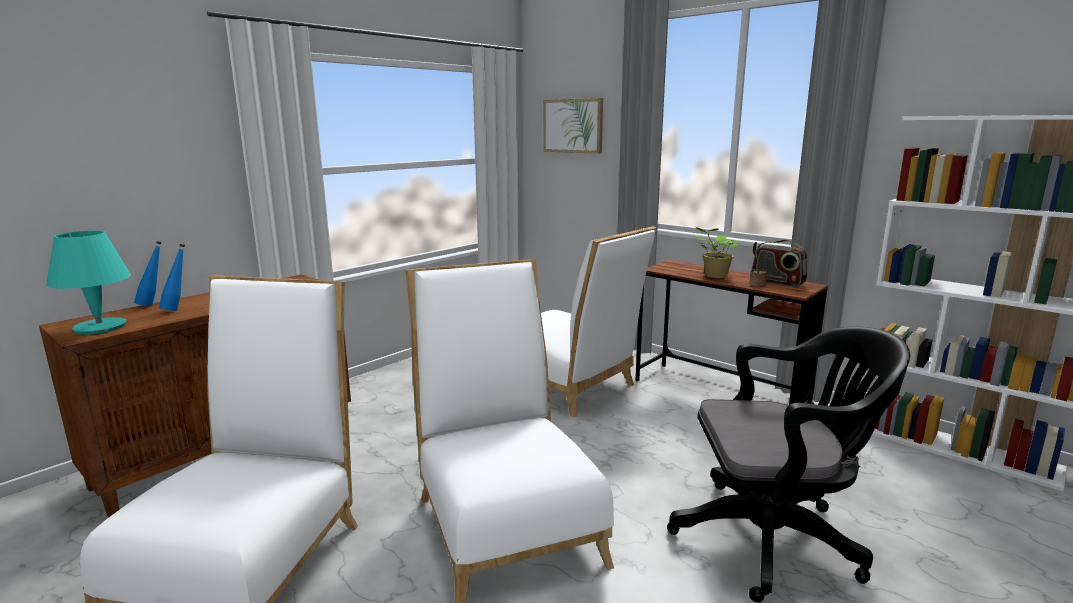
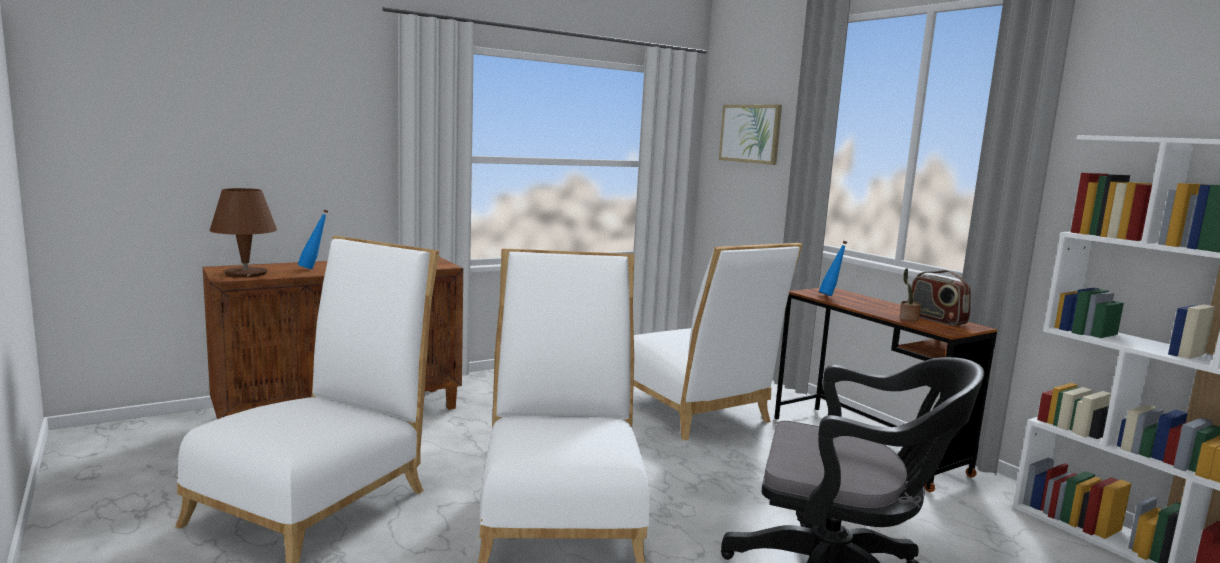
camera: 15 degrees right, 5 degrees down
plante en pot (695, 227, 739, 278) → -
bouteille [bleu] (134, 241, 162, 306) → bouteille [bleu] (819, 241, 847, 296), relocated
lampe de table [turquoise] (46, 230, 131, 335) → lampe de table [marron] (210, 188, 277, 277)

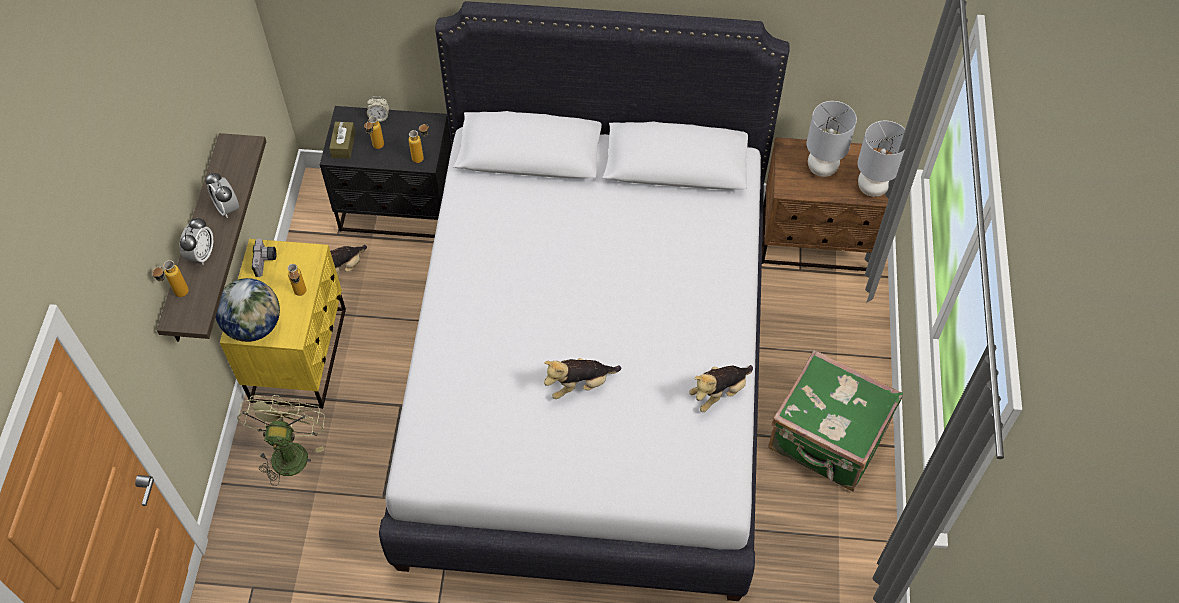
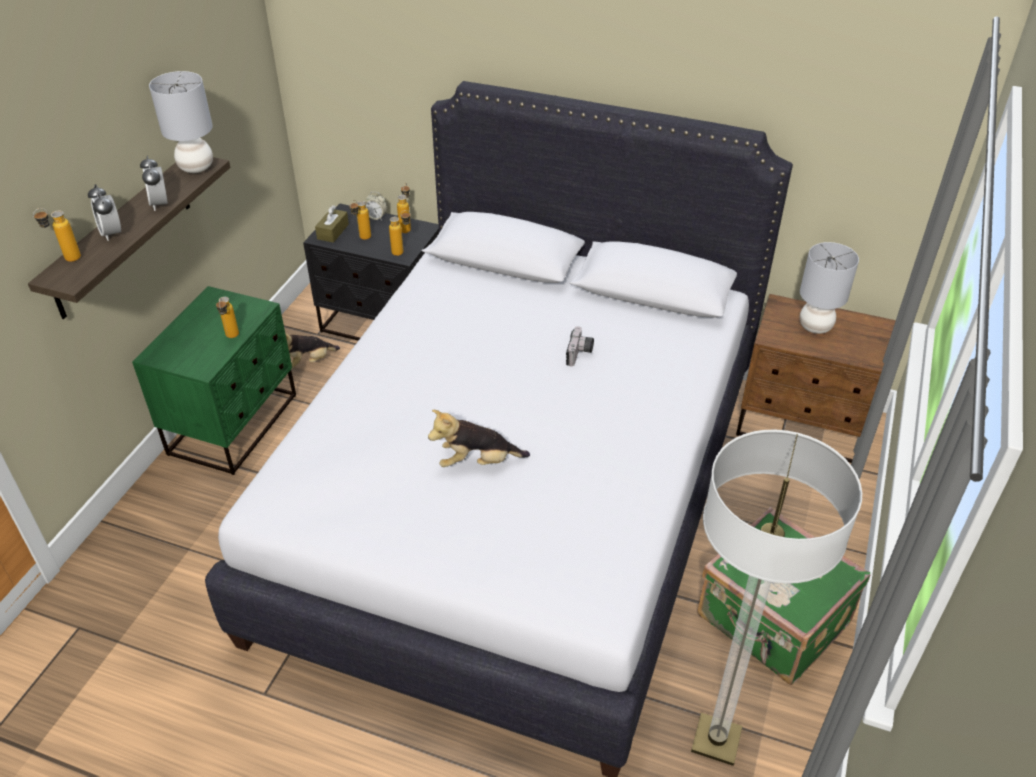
camera: 15 degrees right, 15 degrees down
globe (215, 278, 280, 342) → -
ventilateur [vert] (237, 395, 325, 486) → -
peluche (689, 365, 753, 412) → -
- → bouteille (397, 183, 411, 233)
- → lampadaire (691, 430, 862, 766)
appareil photo (252, 238, 276, 277) → appareil photo (566, 326, 594, 366), relocated
lampe de table [gris] (858, 121, 905, 197) → lampe de table [gris] (149, 71, 213, 173), relocated
table de chevet [jaune] (220, 239, 346, 409) → table de chevet [vert] (132, 286, 296, 475)
réveil (180, 217, 213, 265) → réveil (88, 184, 121, 241), 120 degrees clockwise

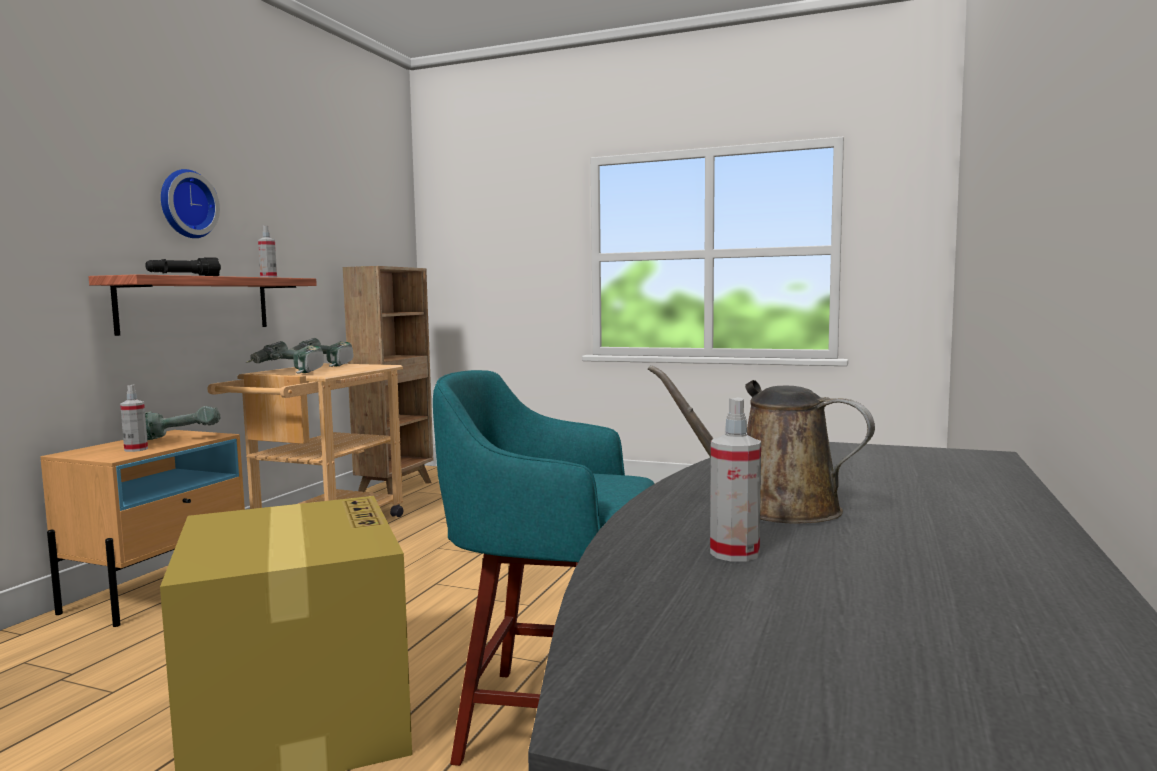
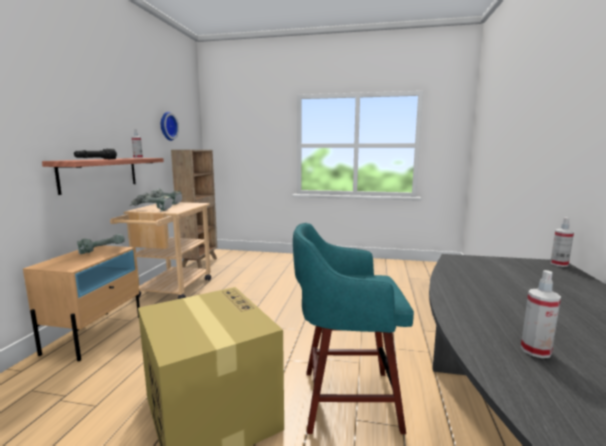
camera: 10 degrees left, 5 degrees up
arrosoir [marron] (648, 365, 875, 523) → -
vaporisateur (120, 384, 148, 452) → vaporisateur (550, 217, 574, 267), relocated
horloge murale (161, 169, 220, 238) → horloge murale (161, 112, 179, 141), relocated

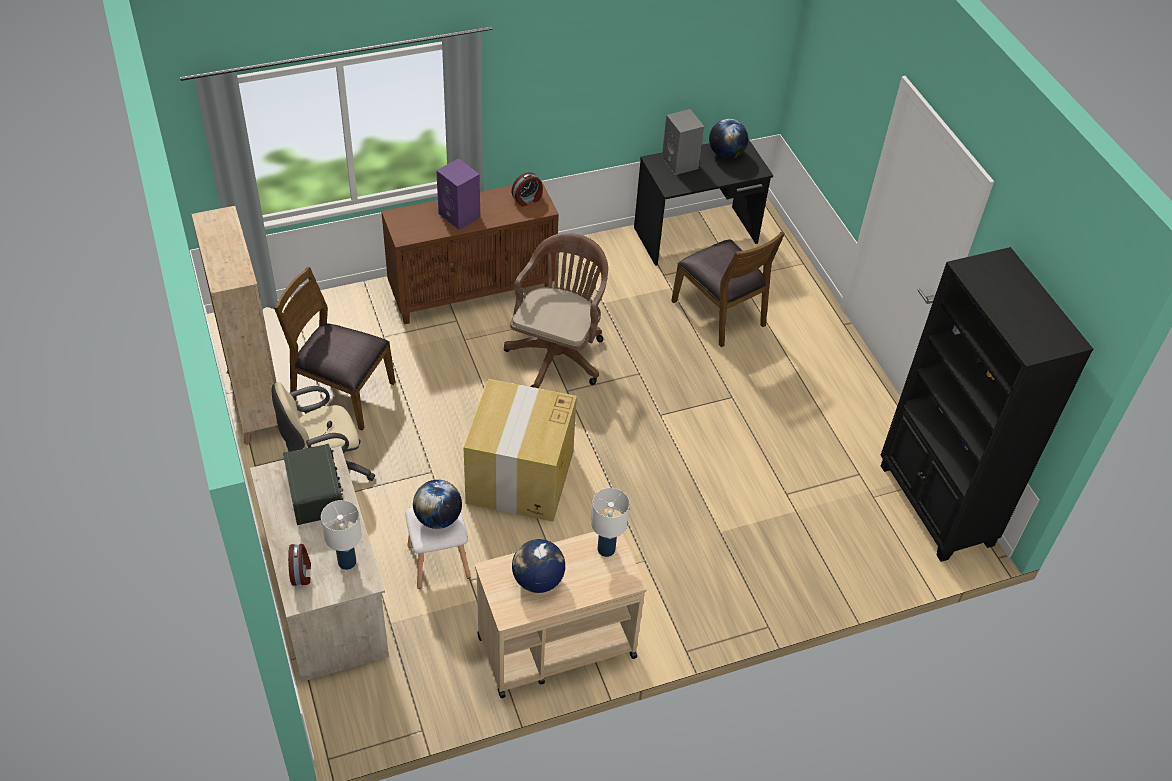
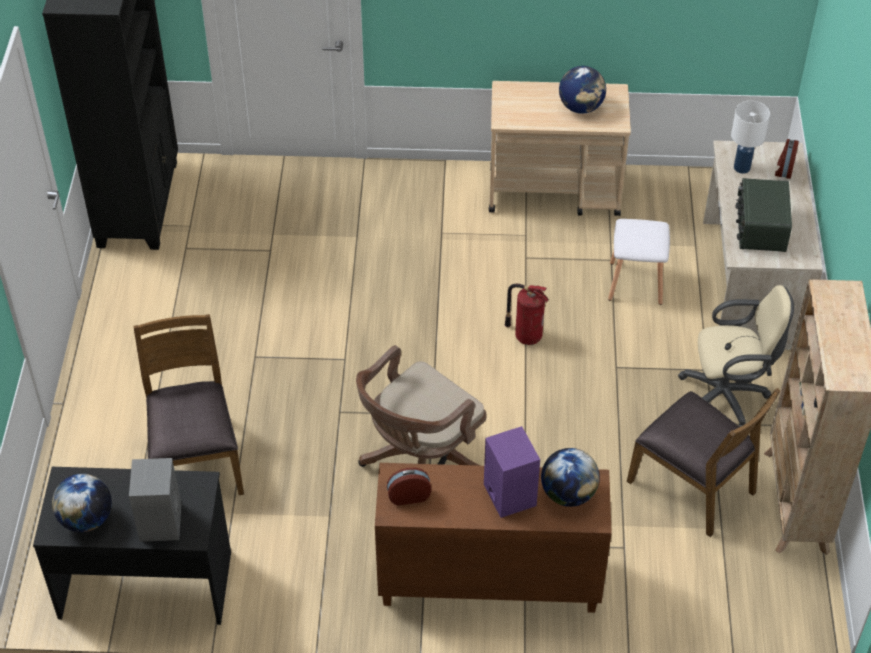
camera: 155 degrees left, 0 degrees up
lampe de table [blanc] (591, 488, 630, 557) → -
globe (413, 480, 462, 529) → globe (541, 448, 600, 507), relocated
carton (463, 379, 577, 522) → extincteur (505, 284, 549, 345)

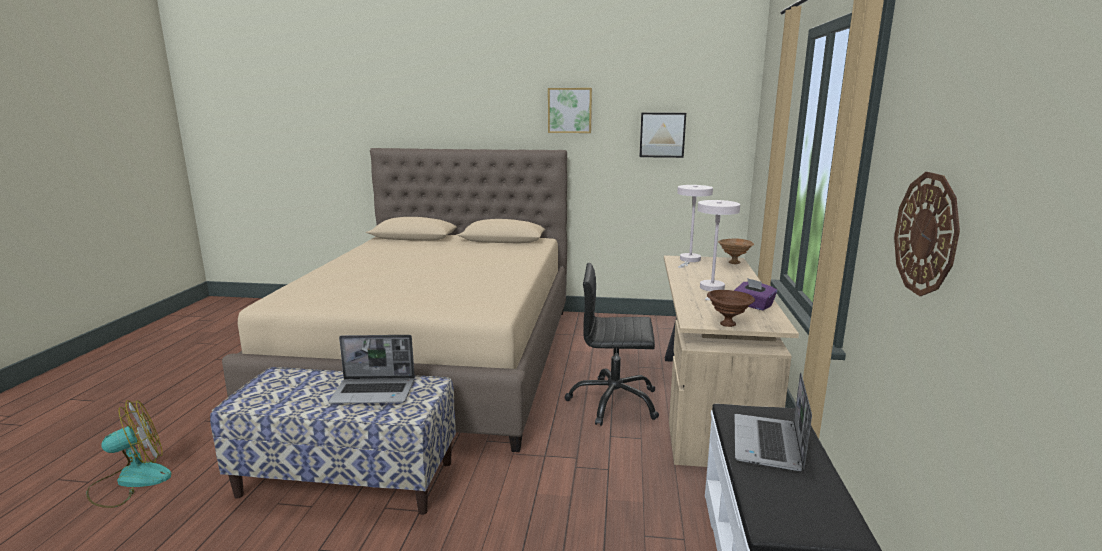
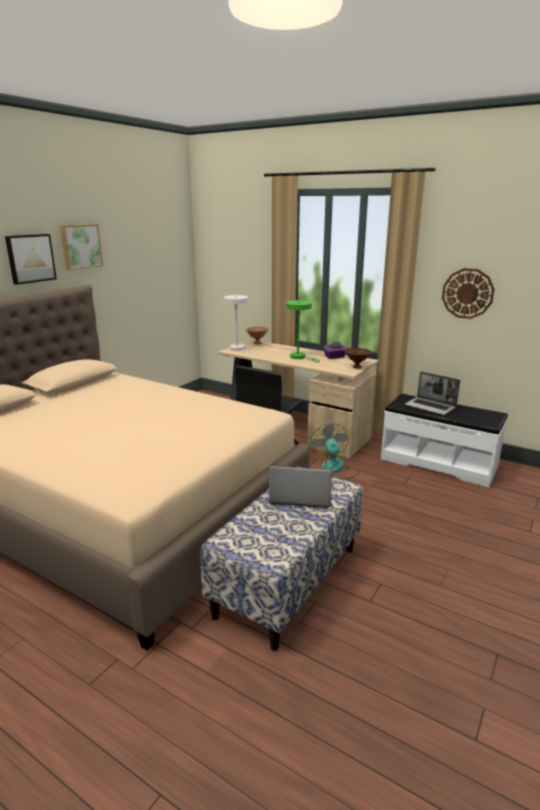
camera: 65 degrees left, 5 degrees up
ventilateur (86, 400, 172, 508) → ventilateur (310, 423, 360, 480), relocated
tableau (639, 113, 686, 158) → tableau (5, 234, 57, 285), relocated
lampe de table [blanc] (698, 200, 740, 300) → lampe de table [vert] (286, 300, 320, 363)
ordinateur portable (328, 335, 415, 404) → ordinateur portable (269, 466, 332, 508), 105 degrees counterclockwise

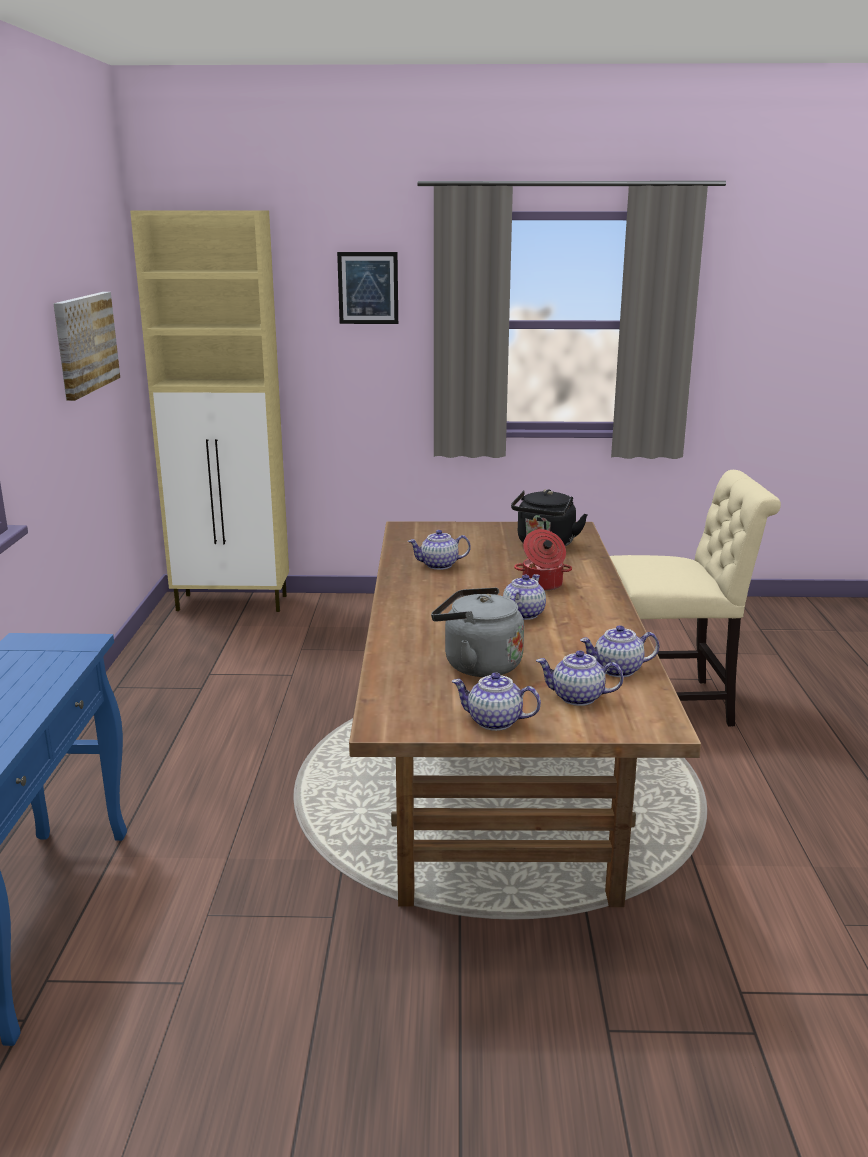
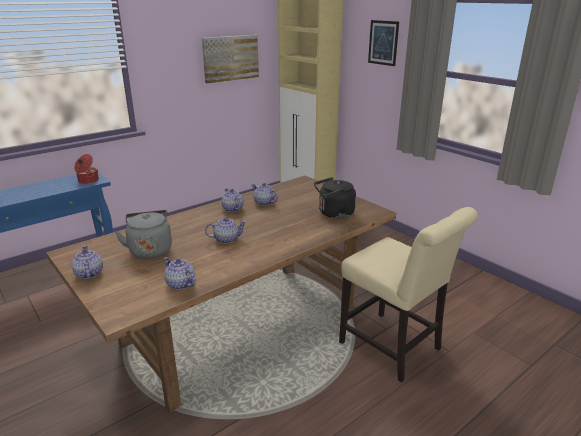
camera: 50 degrees right, 5 degrees up
marmite (514, 529, 572, 591) → marmite (74, 154, 99, 184), relocated
théière (536, 650, 623, 706) → théière (221, 188, 244, 212), relocated

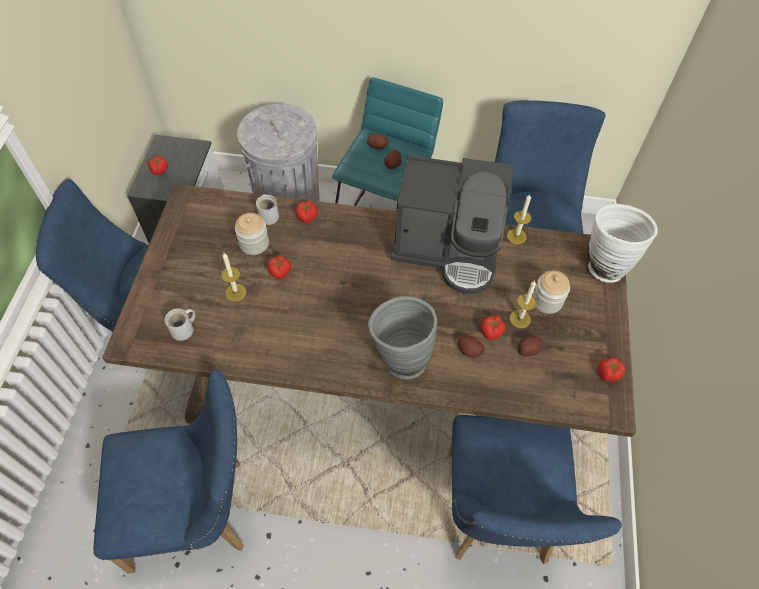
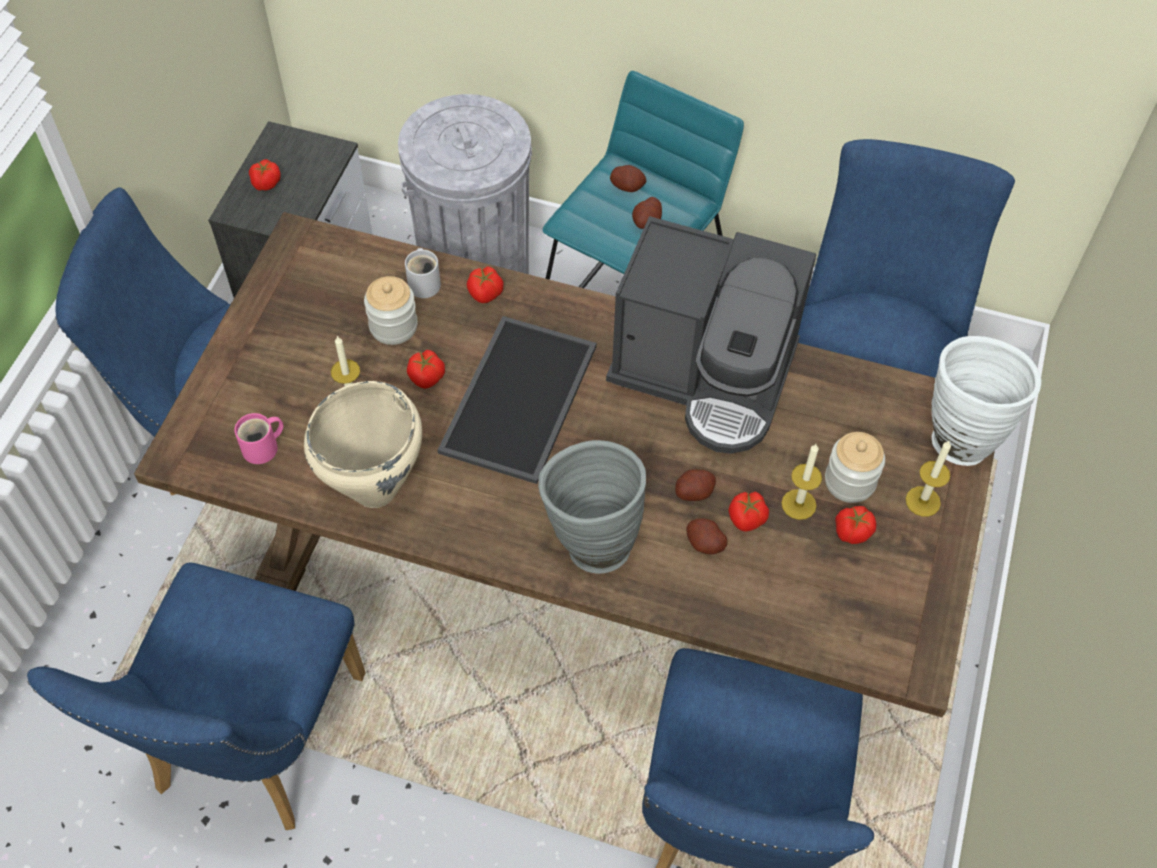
camera: 10 degrees right, 0 degrees up
- → marmite [beige] (304, 381, 422, 508)
- → plateau (438, 316, 597, 484)
bougie (507, 194, 531, 244) → bougie (906, 441, 951, 517), relocated
pomme de terre (518, 335, 543, 356) → pomme de terre (675, 470, 716, 501), relocated
tomate (597, 357, 625, 382) → tomate (835, 506, 876, 544), relocated
mug [blanc] (165, 309, 195, 341) → mug [rose] (234, 413, 283, 464)
chaise [bleu] (93, 369, 244, 574) → chaise [bleu] (27, 562, 366, 830), 105 degrees clockwise

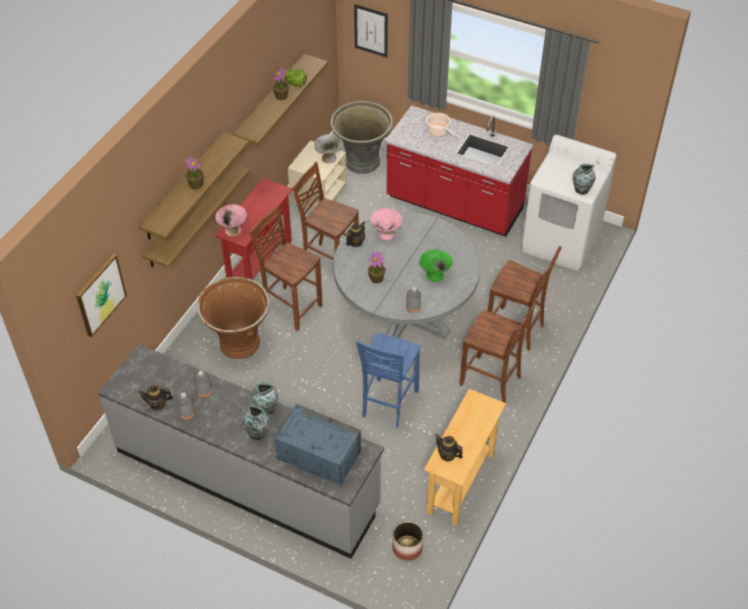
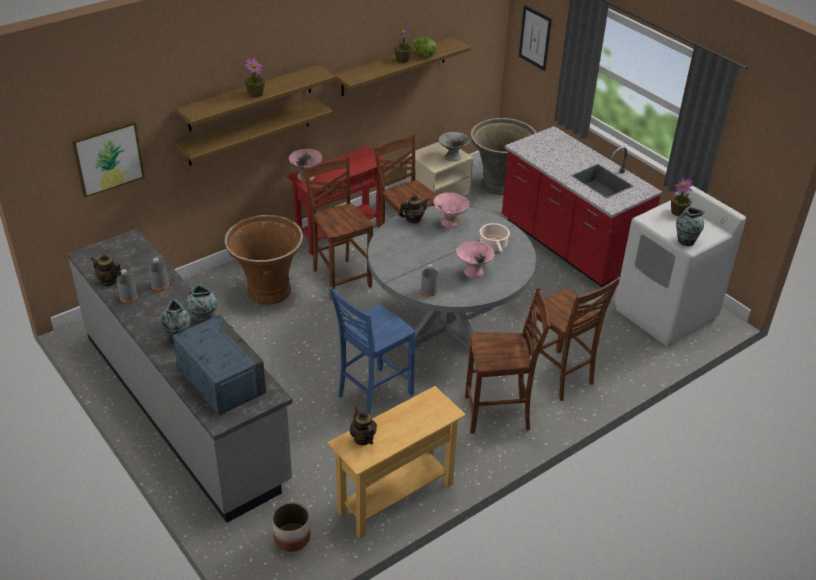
camera: 25 degrees right, 10 degrees down
plante en pot (368, 251, 386, 284) → plante en pot (671, 178, 693, 216), relocated
marmite (426, 113, 456, 137) → marmite (480, 223, 510, 252), relocated
bol [vert] (420, 249, 453, 282) → bol [rose] (456, 241, 494, 279)
chaise [marron] (459, 298, 538, 403) → chaise [marron] (465, 287, 551, 434), 60 degrees counterclockwise

